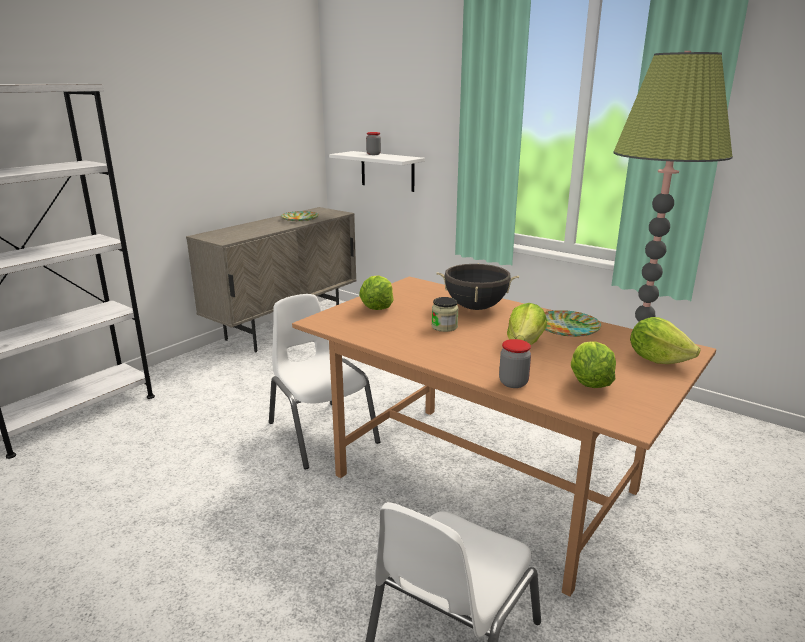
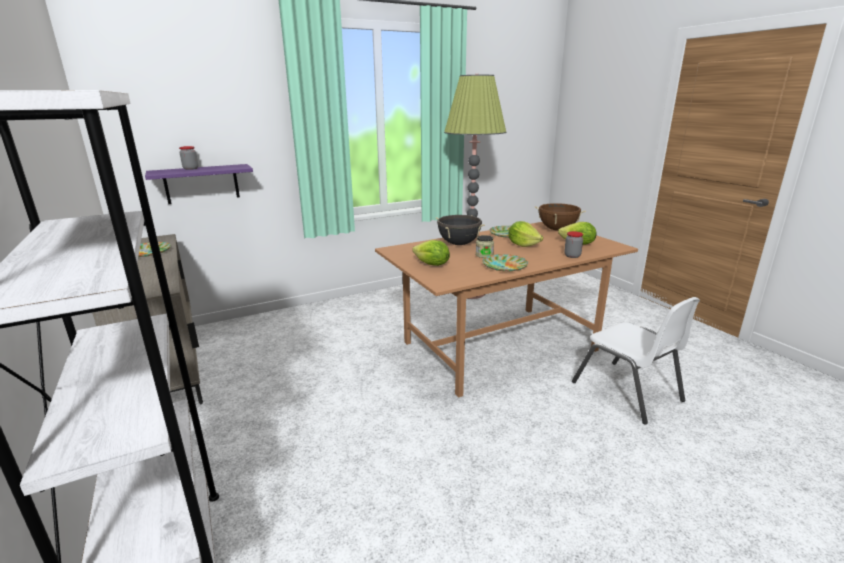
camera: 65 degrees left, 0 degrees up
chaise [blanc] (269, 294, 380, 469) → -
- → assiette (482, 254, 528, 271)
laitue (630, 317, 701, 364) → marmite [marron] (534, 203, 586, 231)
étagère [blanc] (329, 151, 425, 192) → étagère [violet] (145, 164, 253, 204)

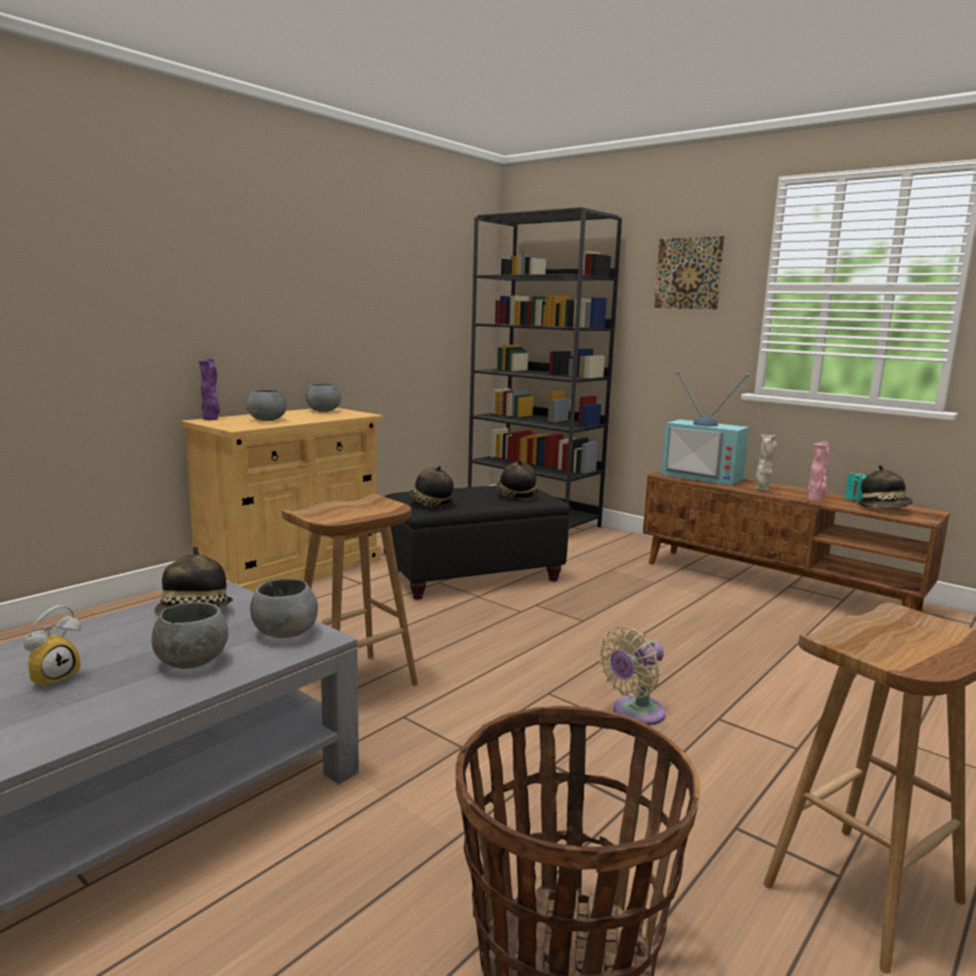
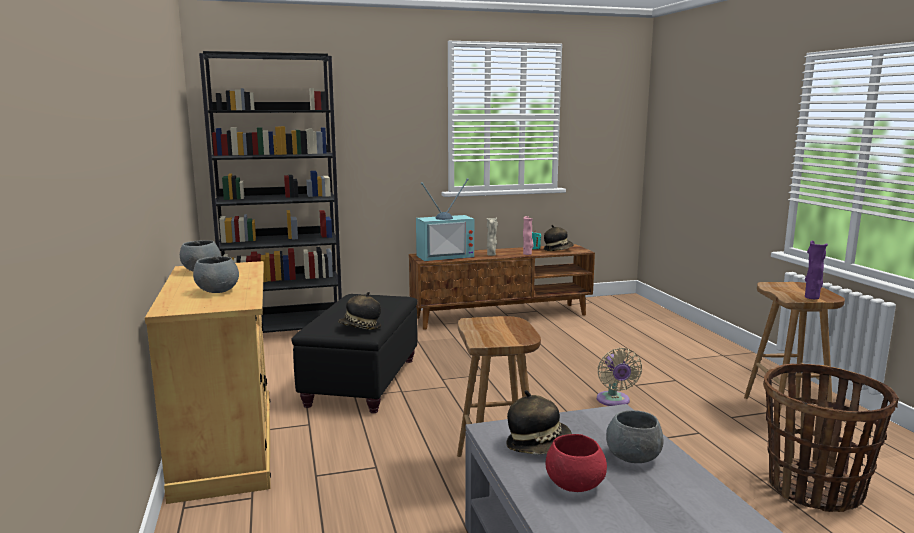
camera: 55 degrees left, 0 degrees up
réveil (24, 605, 81, 690) → -
bol [gris] (250, 579, 318, 638) → -
chapeau (496, 460, 539, 501) → -
tableau (654, 236, 724, 309) → -
- → bol [rouge] (546, 434, 607, 492)
vase [violet] (199, 358, 220, 420) → vase [violet] (805, 241, 828, 299), relocated

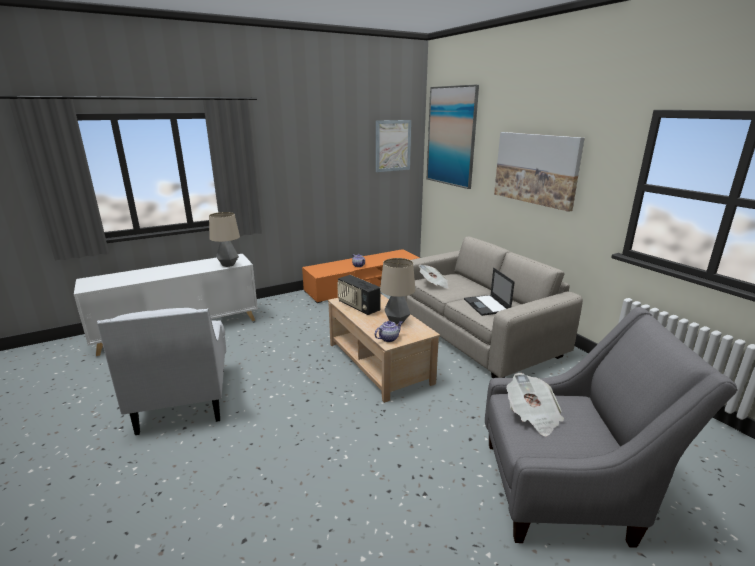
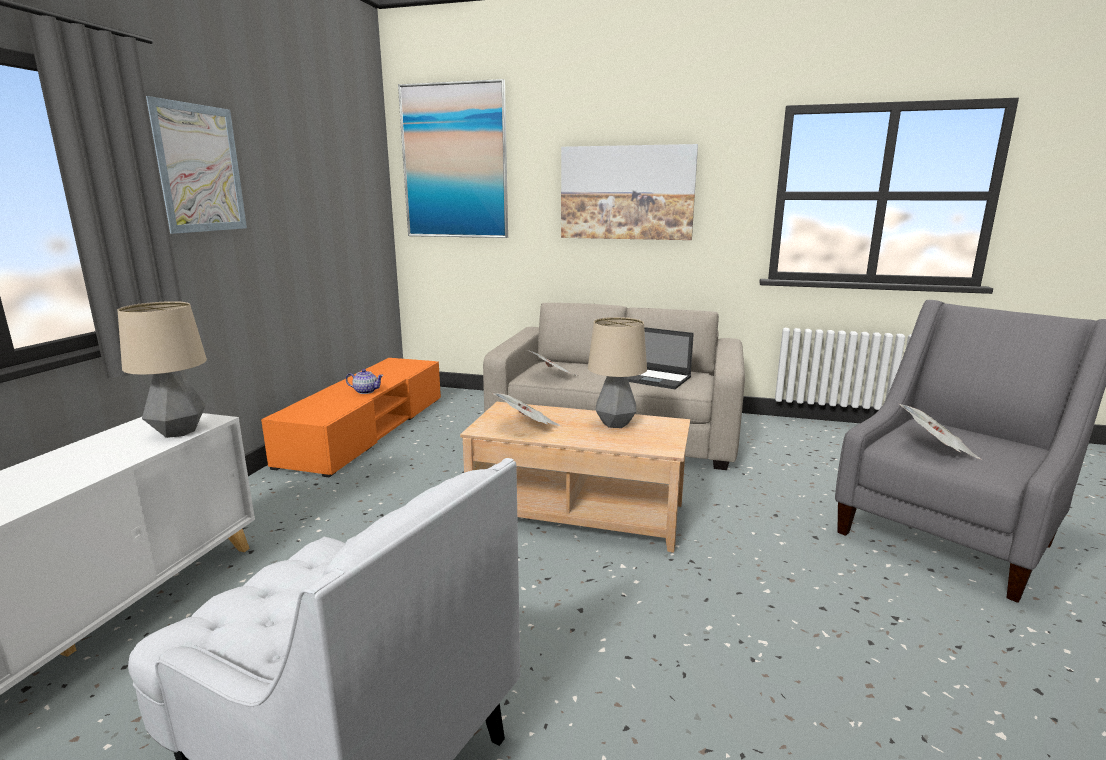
camera: 45 degrees left, 5 degrees down
théière (375, 321, 402, 342) → -
tableau (376, 120, 411, 172) → tableau (146, 96, 247, 234), relocated
radio (337, 275, 381, 315) → journal (492, 393, 561, 426)

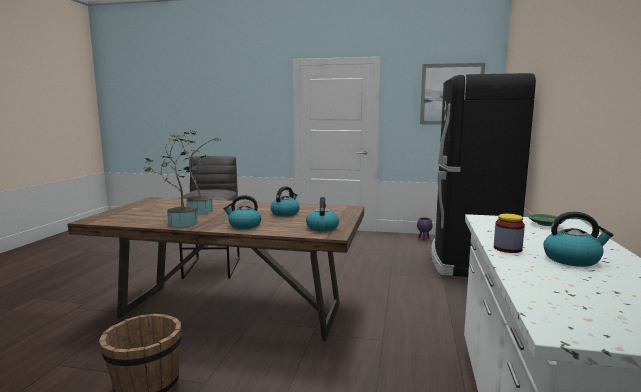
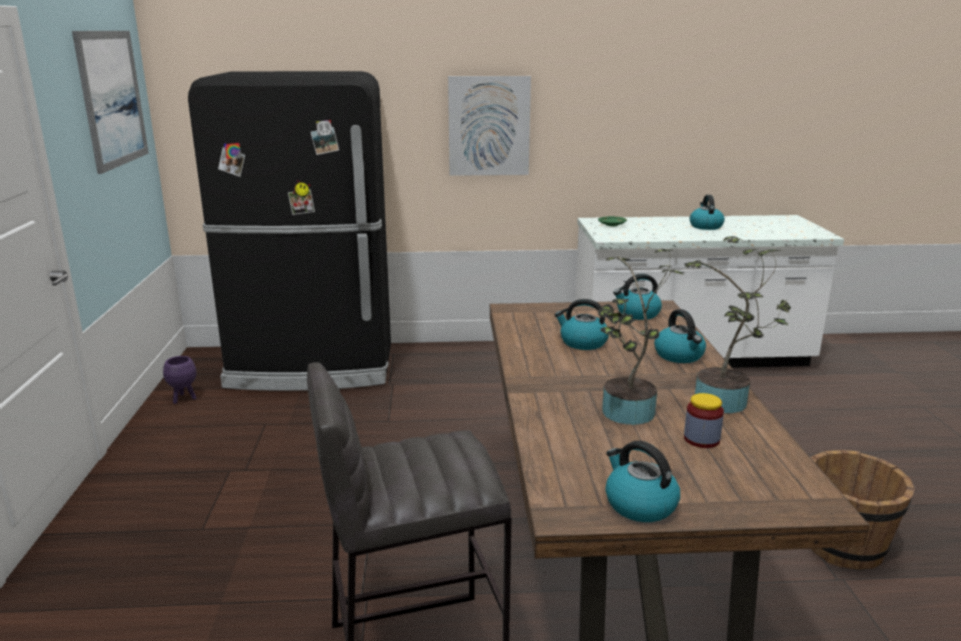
camera: 105 degrees left, 10 degrees up
- → tableau (448, 76, 531, 176)
- → bouilloire (606, 441, 680, 522)
bocal (494, 214, 525, 253) → bocal (684, 393, 724, 448), relocated

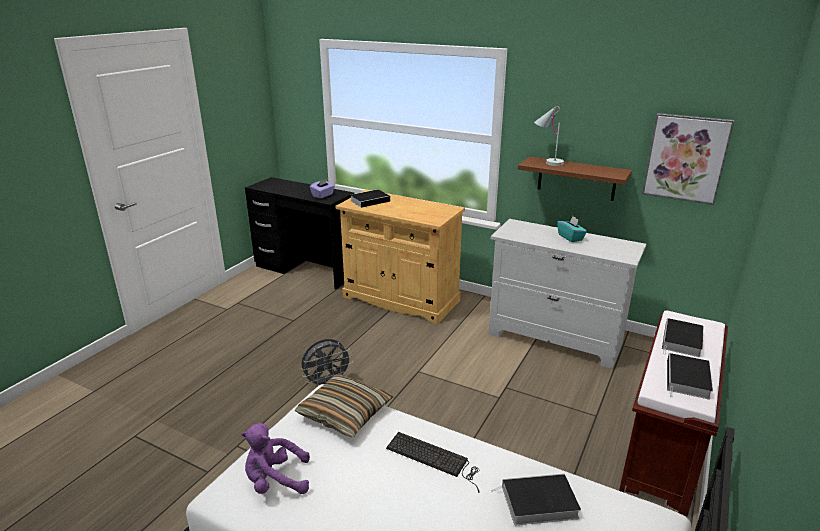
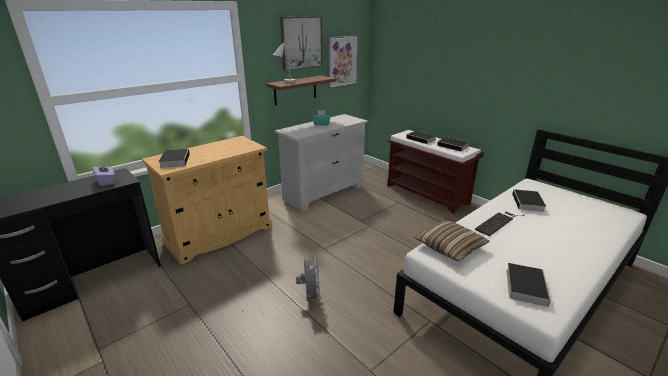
camera: 70 degrees left, 0 degrees up
- → tableau (280, 16, 323, 71)
peluche [violet] (241, 423, 310, 494) → livre (506, 263, 551, 307)

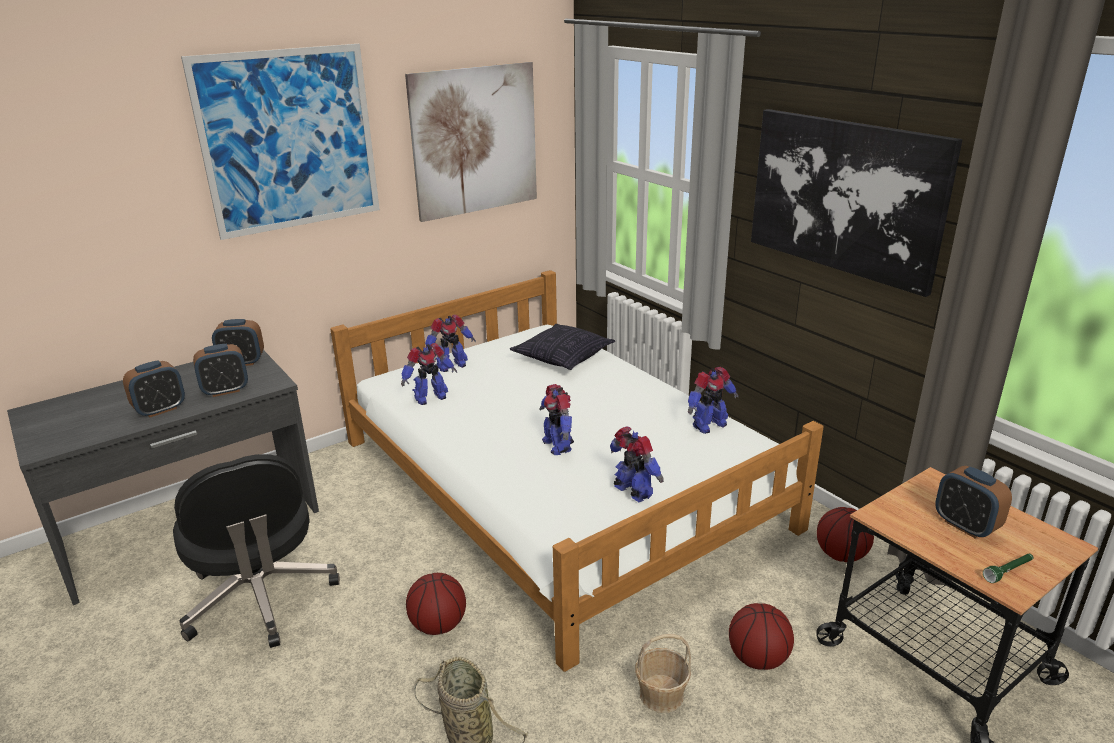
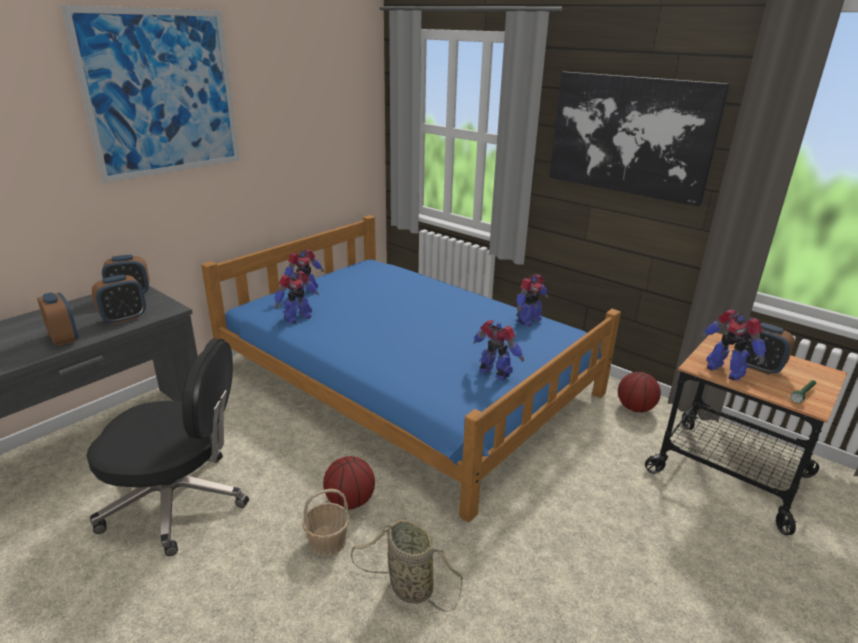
camera: 15 degrees left, 0 degrees up
tableau (405, 62, 537, 222) → -
coussin (510, 324, 615, 370) → -
ballon de basket (729, 603, 794, 670) → -
robot jouet (540, 384, 574, 455) → robot jouet (699, 310, 766, 381), relocated
panier (635, 634, 691, 713) → panier (303, 489, 350, 557), relocated
lit [blanc] (330, 270, 824, 672) → lit [bleu] (201, 215, 621, 522)
réveil (123, 360, 185, 418) → réveil (37, 292, 79, 346), 75 degrees counterclockwise
chaise de bureau [noir] (173, 454, 340, 648) → chaise de bureau [noir] (87, 338, 249, 556), 45 degrees counterclockwise

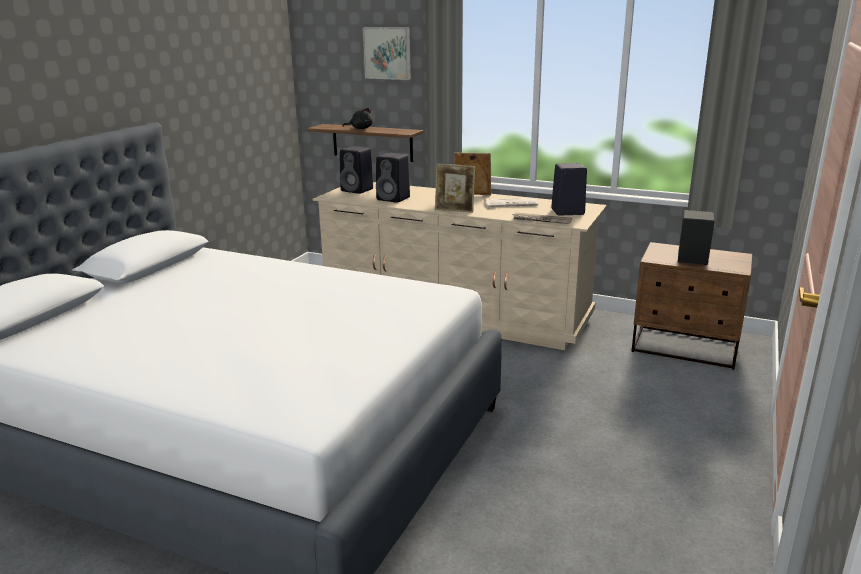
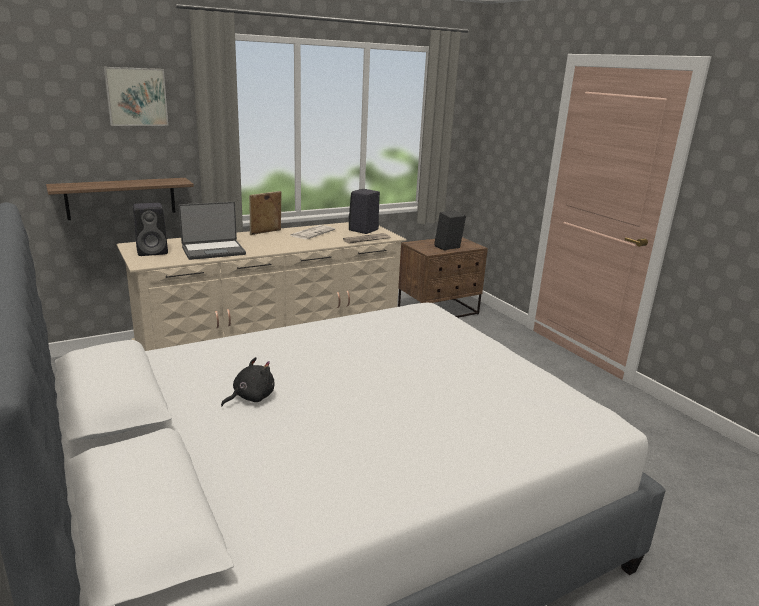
camera: 55 degrees left, 0 degrees up
cadre photo (435, 163, 476, 213) → -
peluche [noir] (343, 108, 373, 129) → peluche [noir] (221, 357, 275, 406), relocated
enceinte [noir] (376, 153, 410, 203) → ordinateur portable (179, 202, 246, 260)

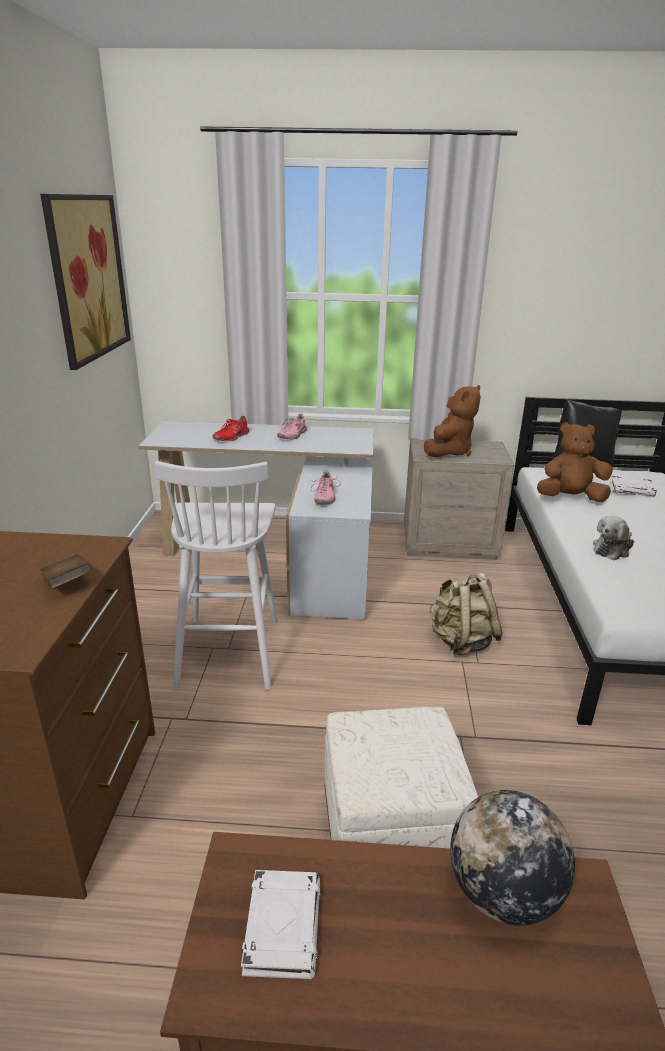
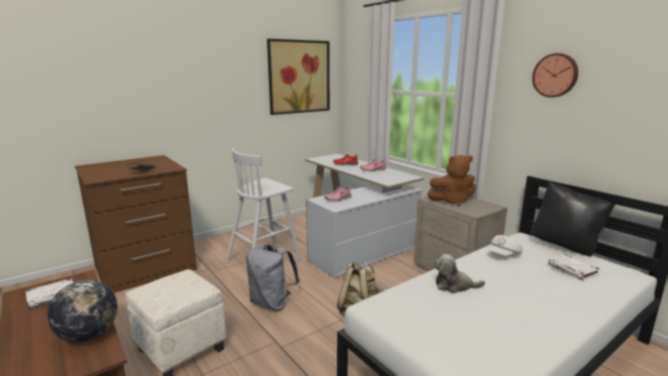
camera: 50 degrees right, 10 degrees down
- → sac à dos [gris] (246, 244, 300, 311)
- → horloge murale (532, 53, 578, 97)
peluche [marron] (537, 422, 613, 502) → casquette [blanc] (488, 235, 522, 255)

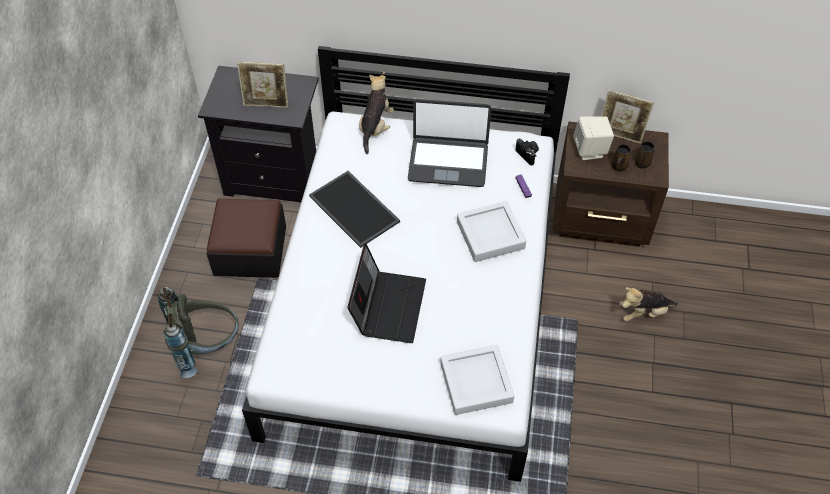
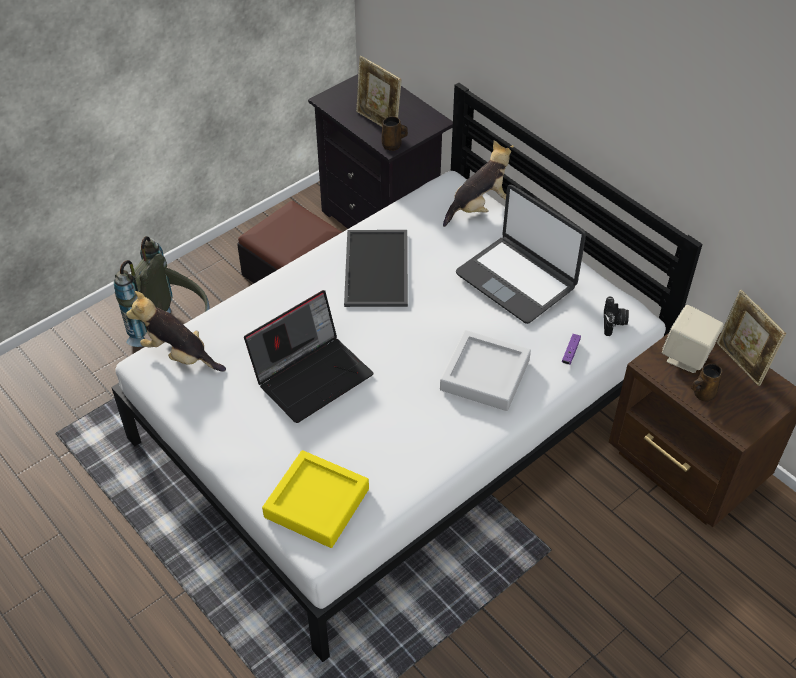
camera: 40 degrees right, 5 degrees down
peluche (619, 287, 678, 321) → peluche (126, 291, 226, 371), relocated
mug [marron] (635, 141, 655, 168) → mug [marron] (382, 116, 408, 151), relocated
plateau [gris] (440, 345, 514, 415) → plateau [jaune] (262, 450, 369, 548)

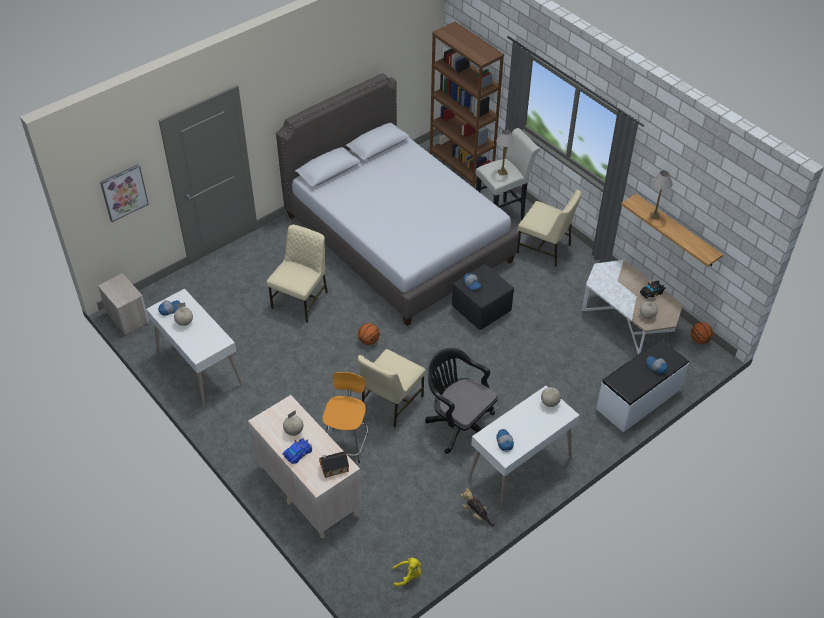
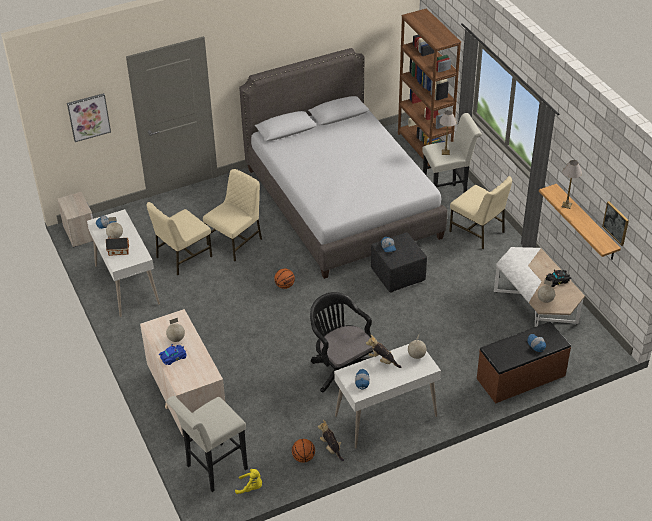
camera: 15 degrees right, 5 degrees down
tabouret [orange] (323, 372, 368, 463) → -
- → tabouret [blanc] (166, 396, 248, 492)
- → peluche (366, 335, 401, 368)
- → tableau (602, 201, 629, 246)
maison miniature (319, 451, 349, 478) → maison miniature (106, 236, 129, 256), relocated
chaise [beige] (358, 349, 426, 428) → chaise [beige] (147, 202, 212, 275), relocated
ballon de basket (691, 322, 713, 344) → ballon de basket (292, 439, 315, 463), relocated
banc [blanc] (596, 339, 689, 432) → banc [marron] (477, 322, 571, 404)

